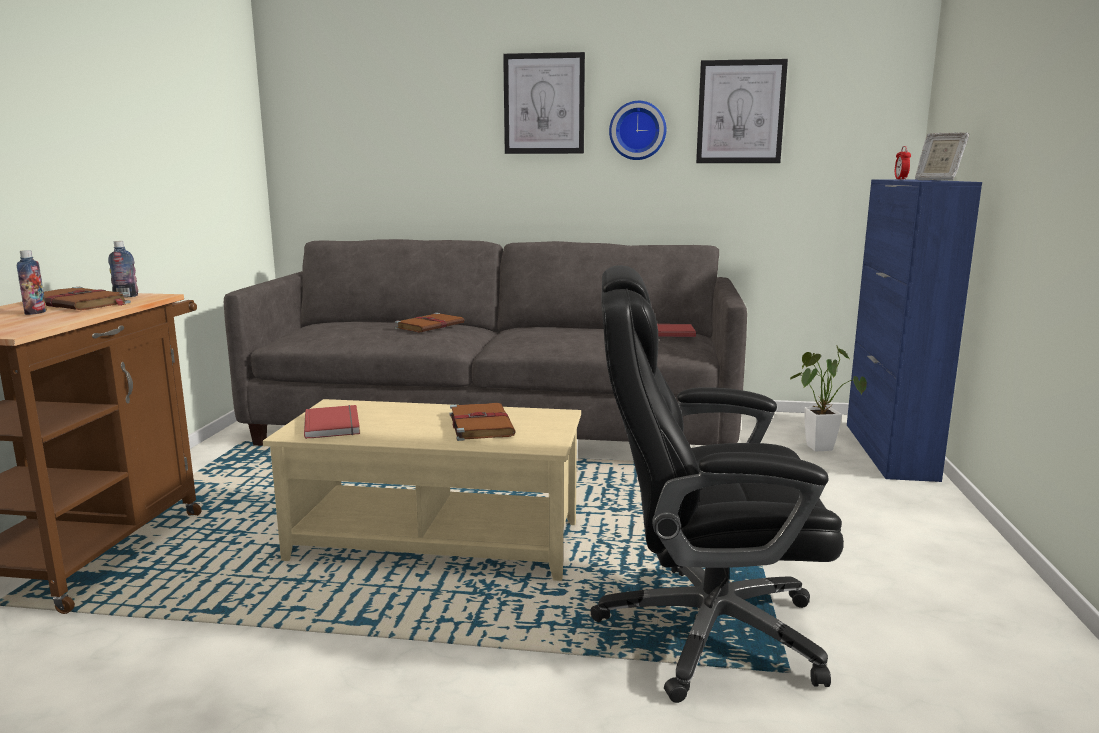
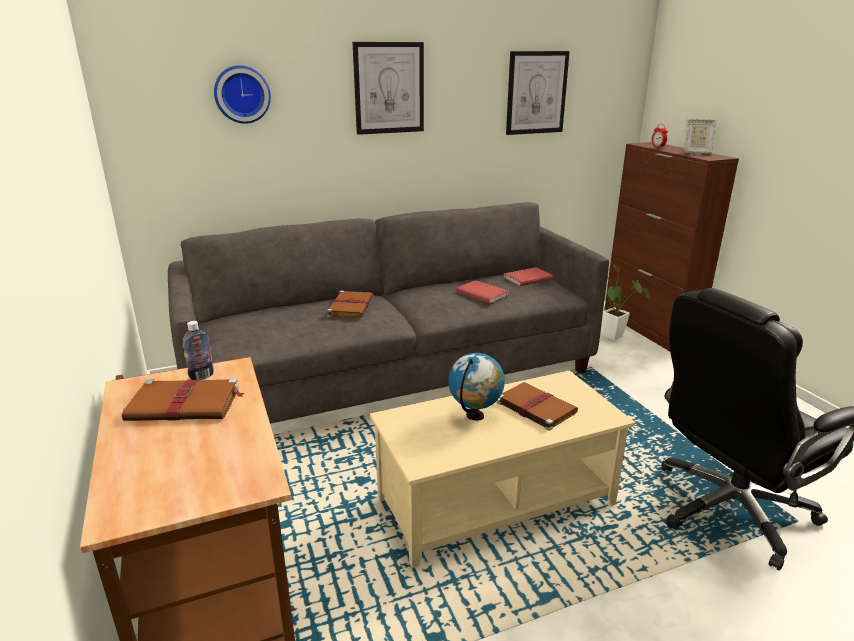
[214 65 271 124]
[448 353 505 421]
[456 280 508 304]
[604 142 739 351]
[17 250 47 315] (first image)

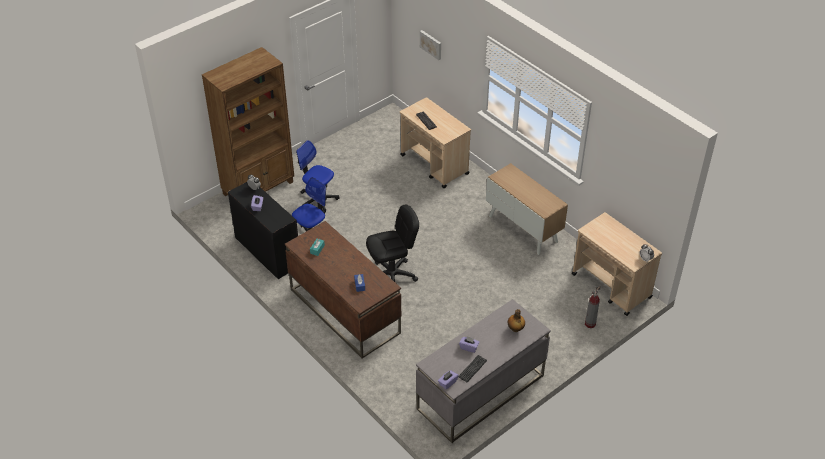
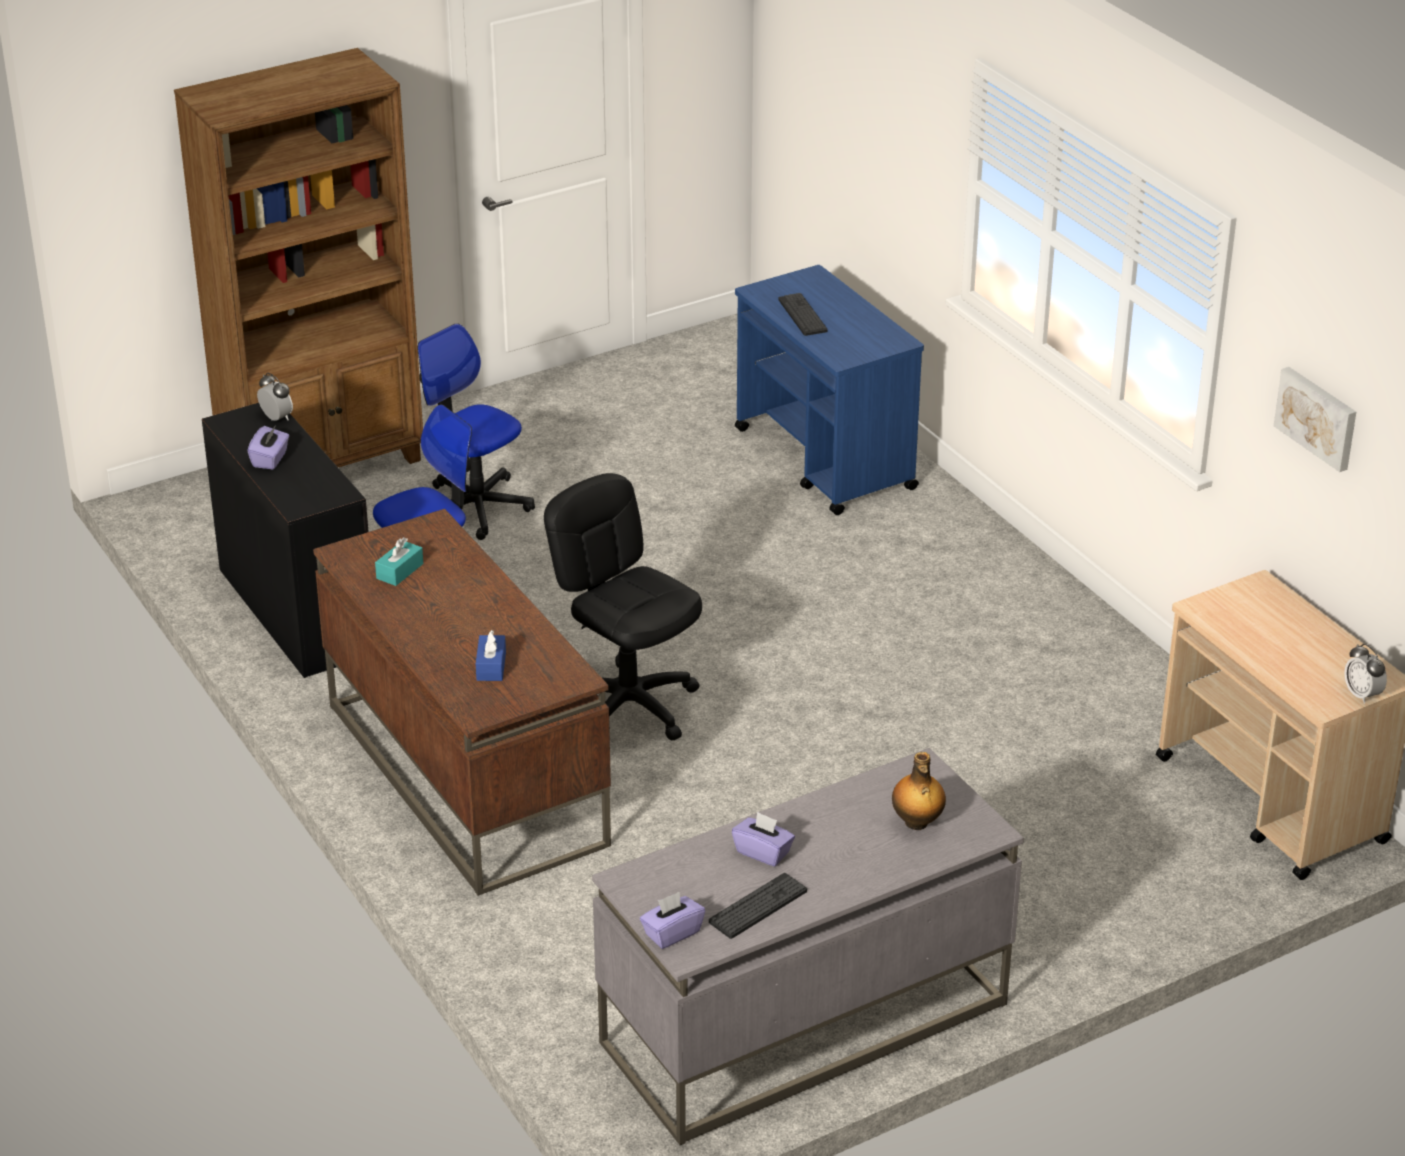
[544 473 702 740]
[735 265 924 515]
[1274 367 1356 472]
[486 163 568 255] (first image)
[585 286 601 328] (first image)

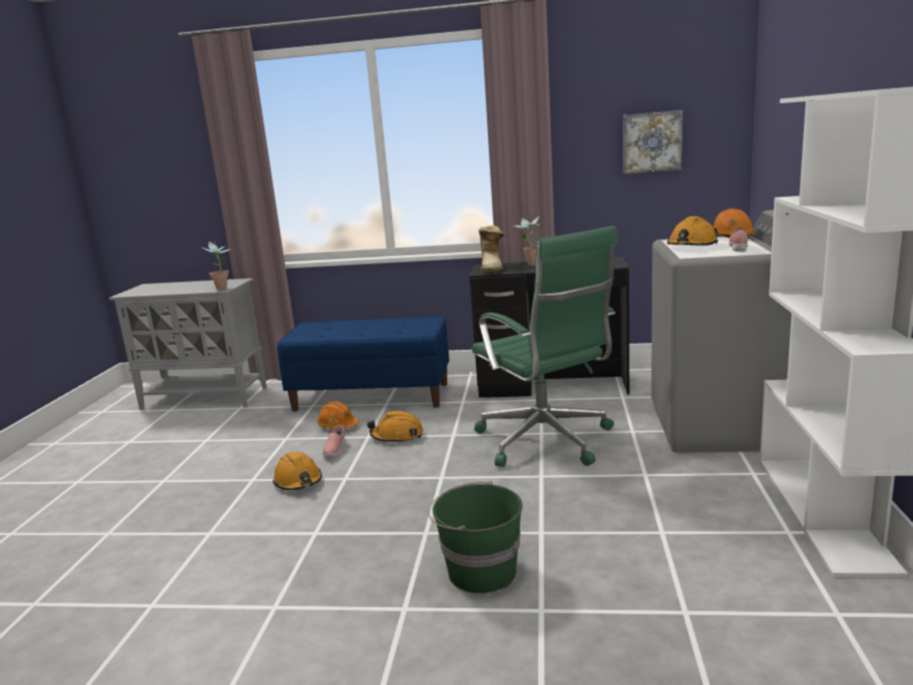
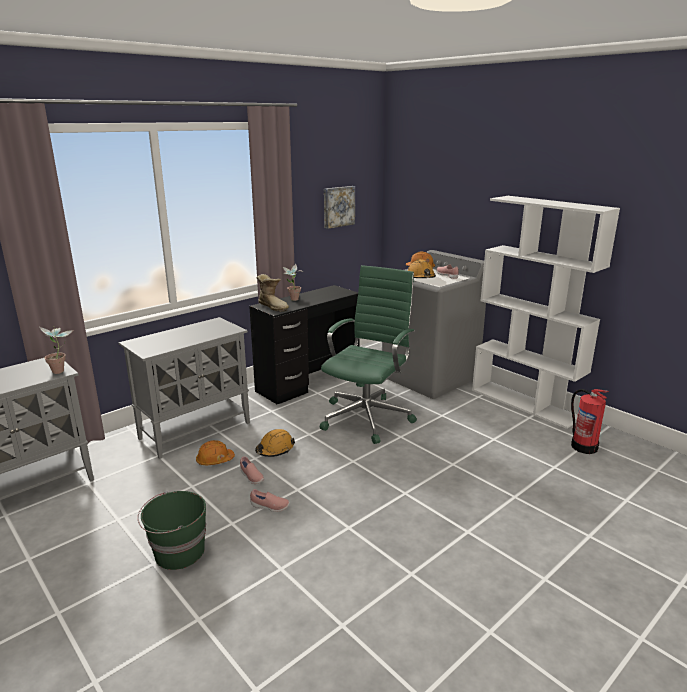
[119 317 250 459]
[138 491 206 570]
[250 489 290 512]
[320 265 417 444]
[571 389 608 454]

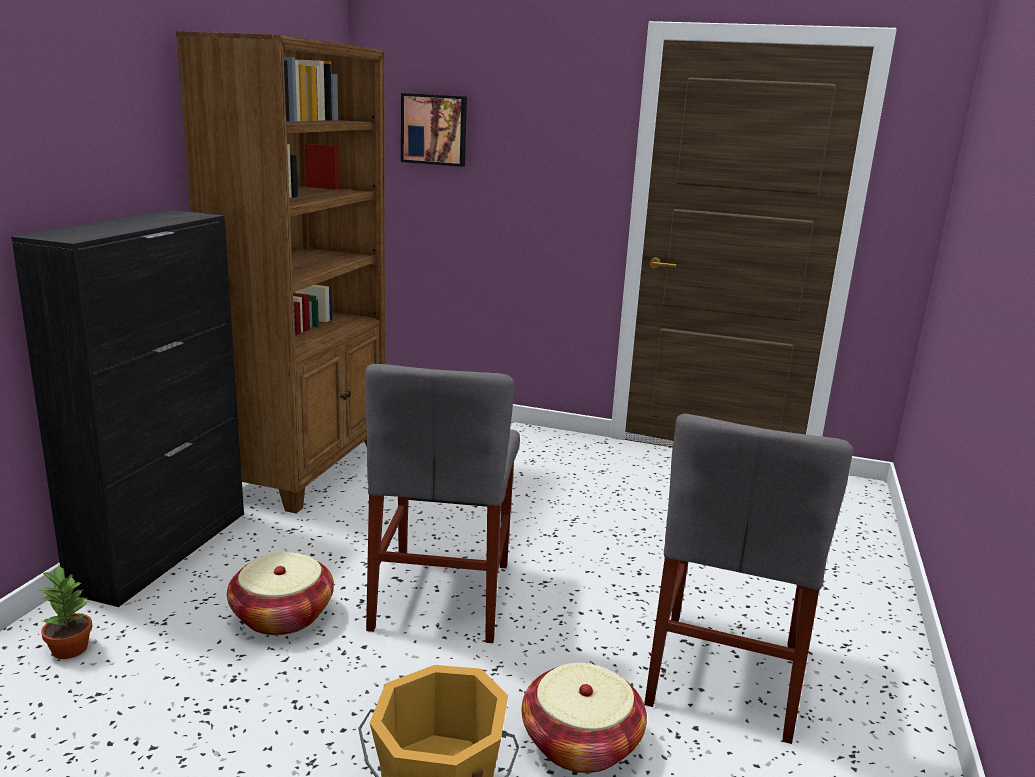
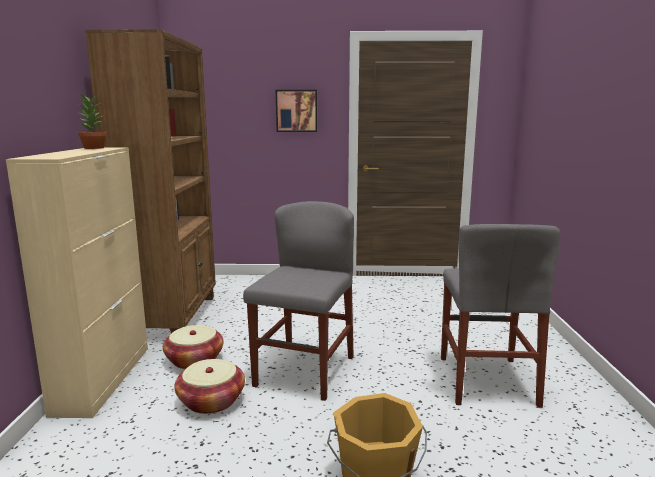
[6 147 148 418]
[78 93 107 149]
[163 325 224 369]
[243 201 354 401]
[276 90 317 132]

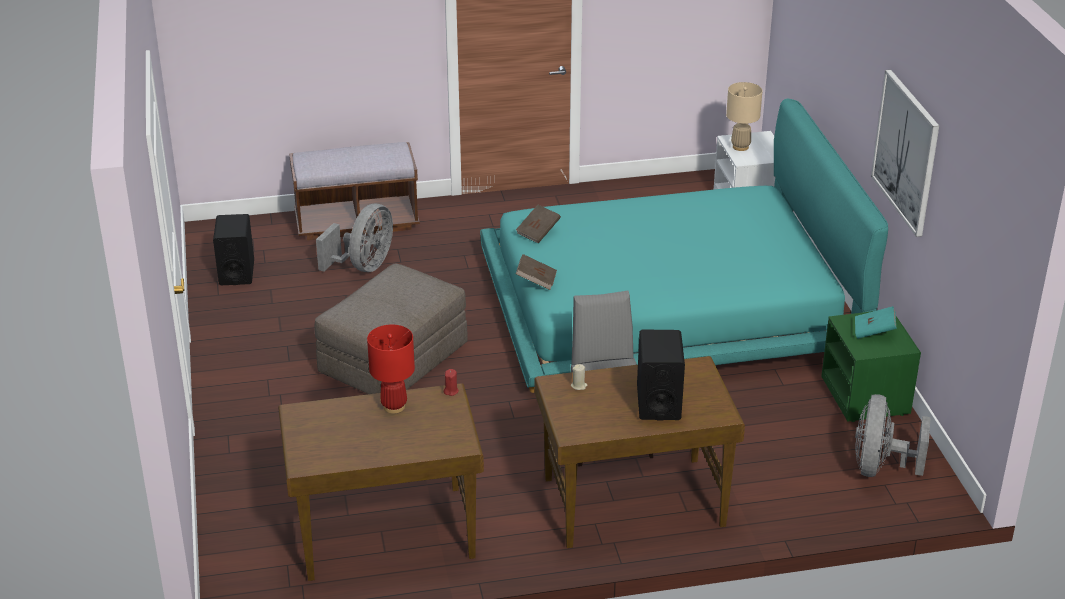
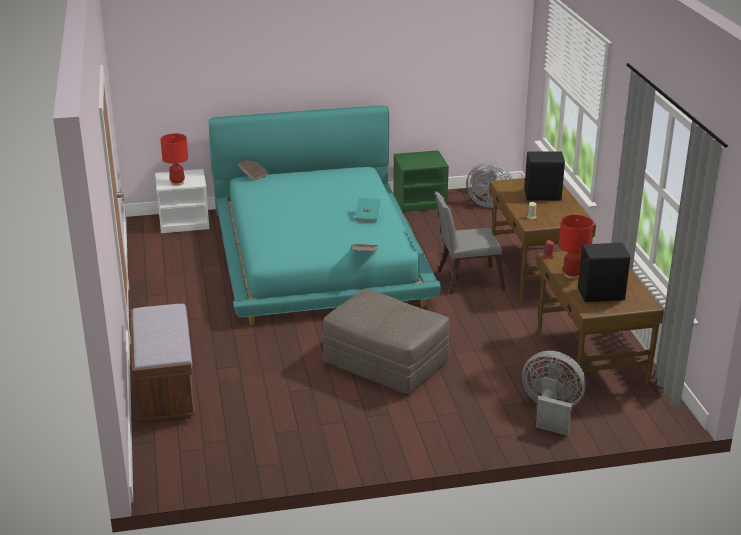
[160 133 188 186]
[237 160 269 181]
[355 198 380 222]
[522 351 586 436]
[578 243 630 302]
[871 70 939 237] (first image)

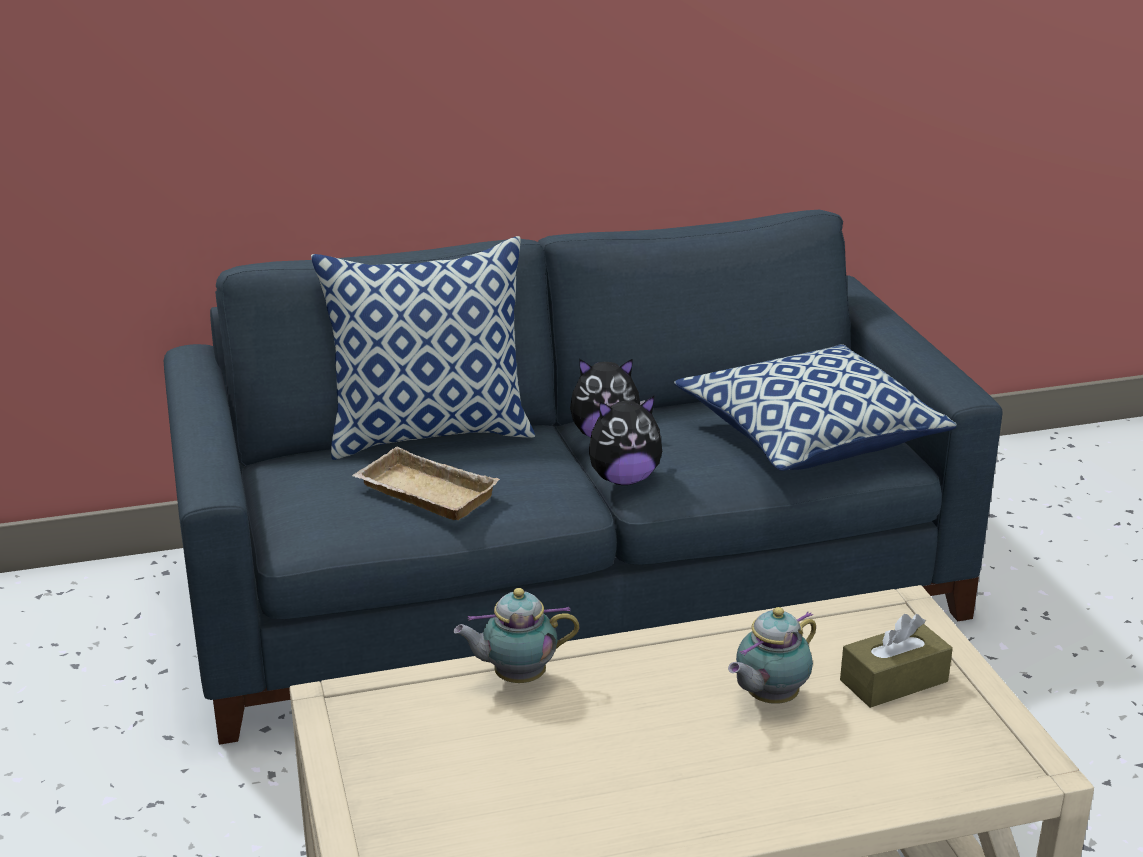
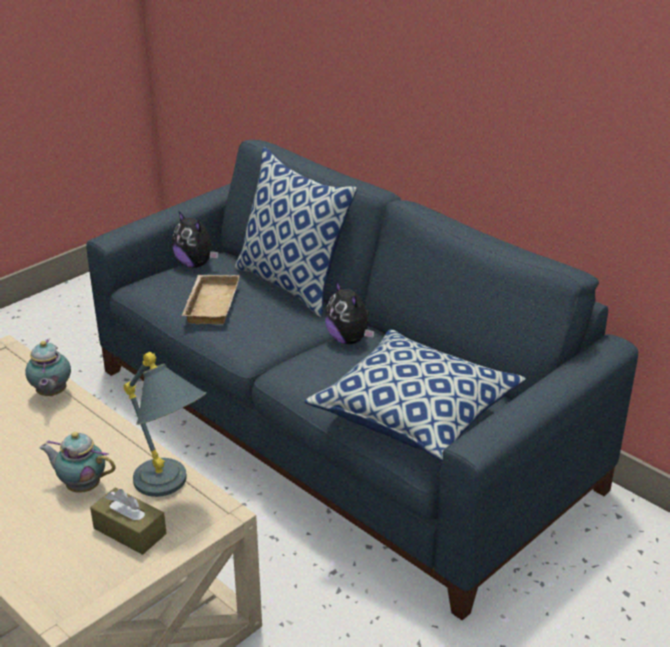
[25 339 71 396]
[123 352 206 497]
[172 211 218 268]

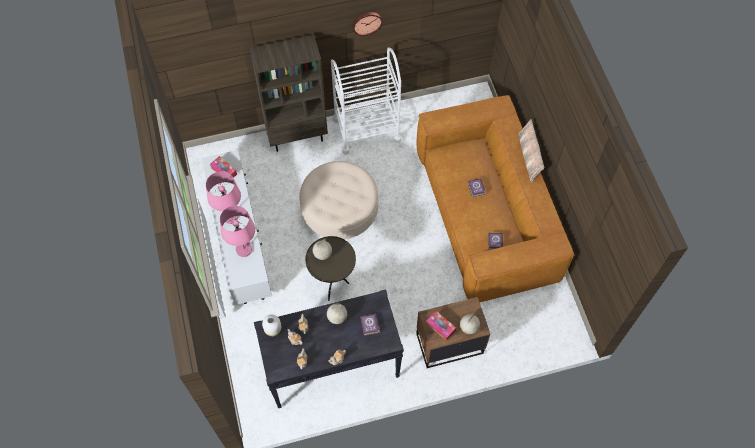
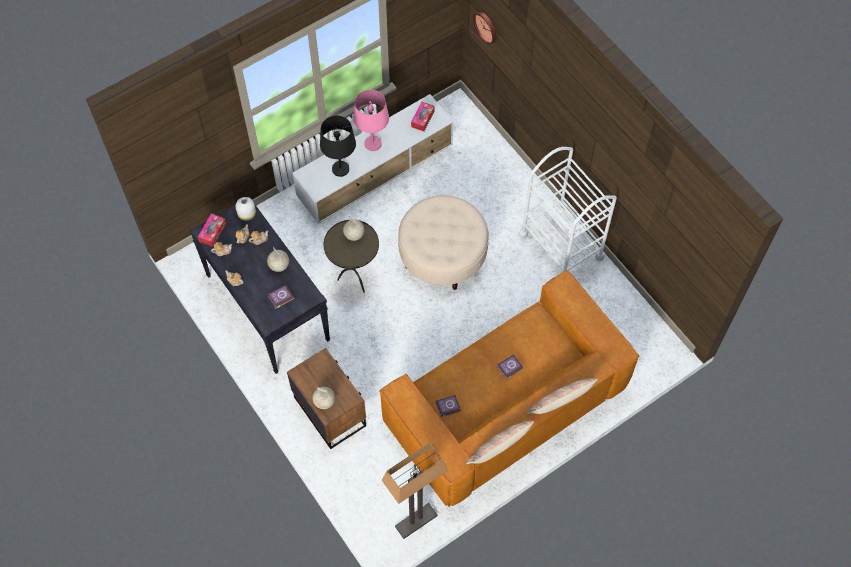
[198 213 226 247]
[320 116 356 177]
[382 442 448 539]
[466 421 535 464]
[473 12 497 44]
[249 35 328 152] (first image)

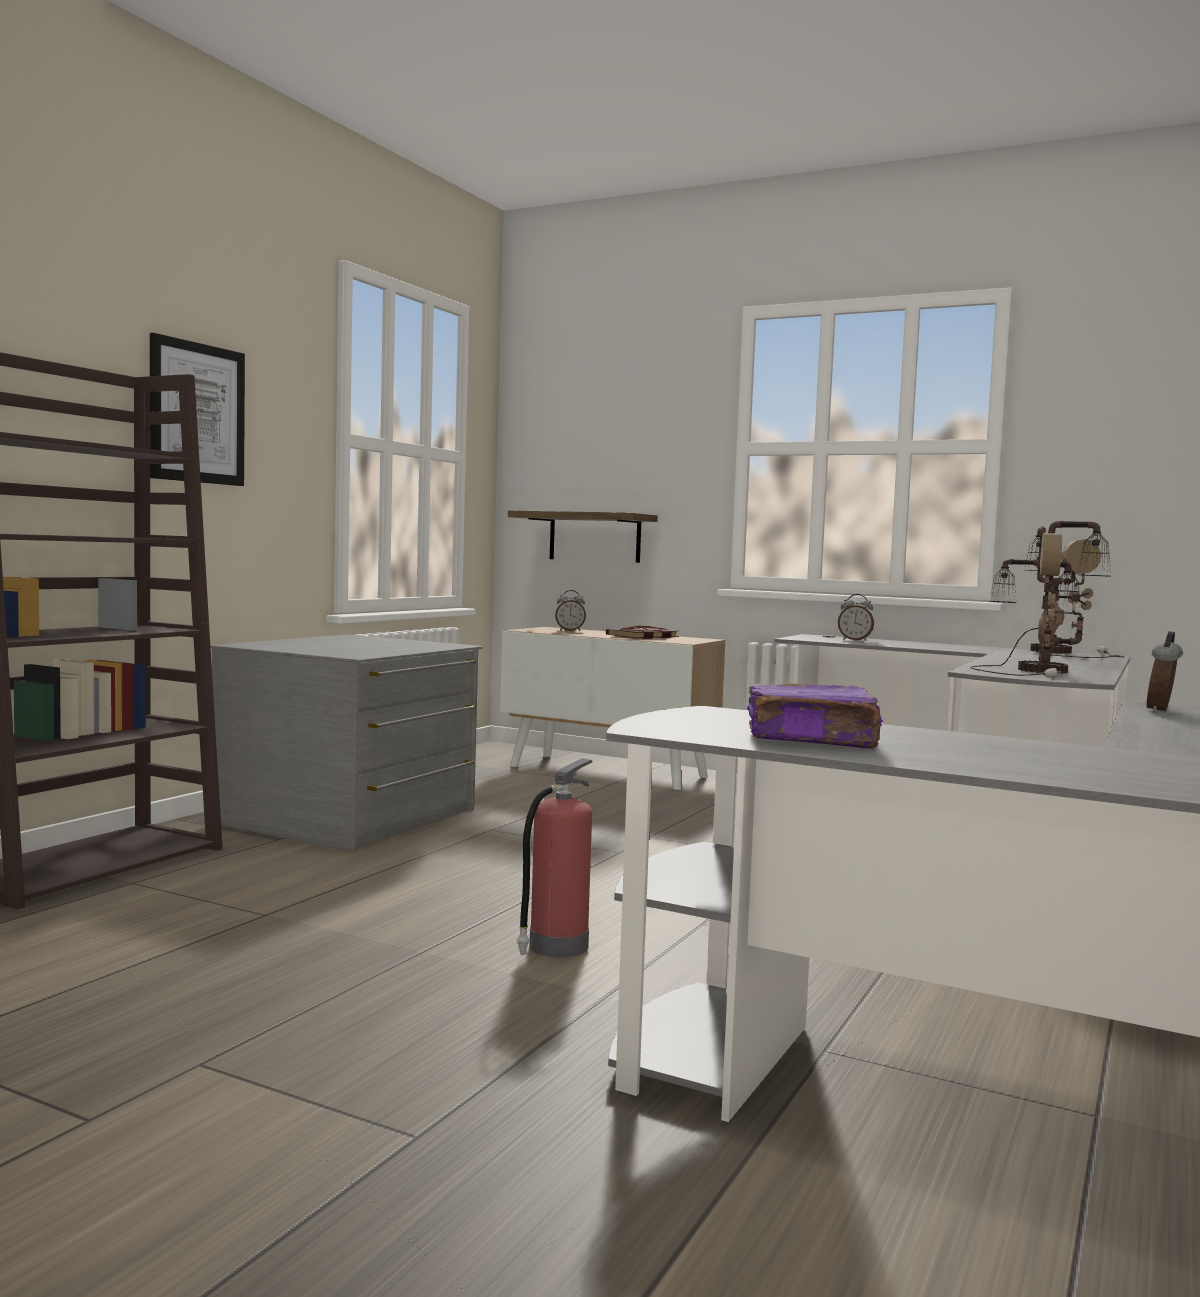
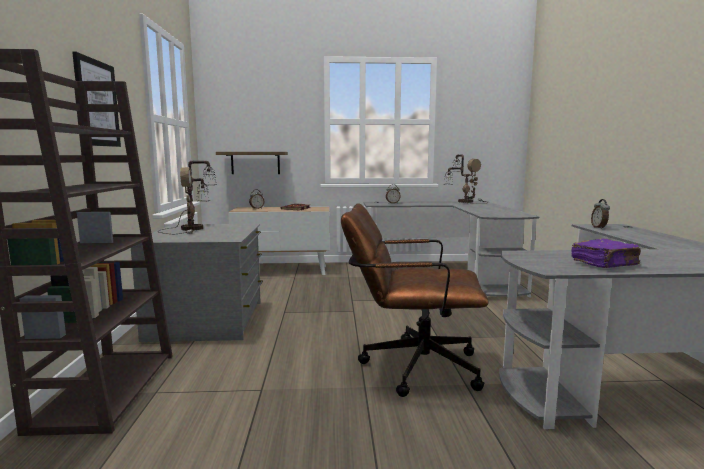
[159 161 217 234]
[341 203 489 397]

